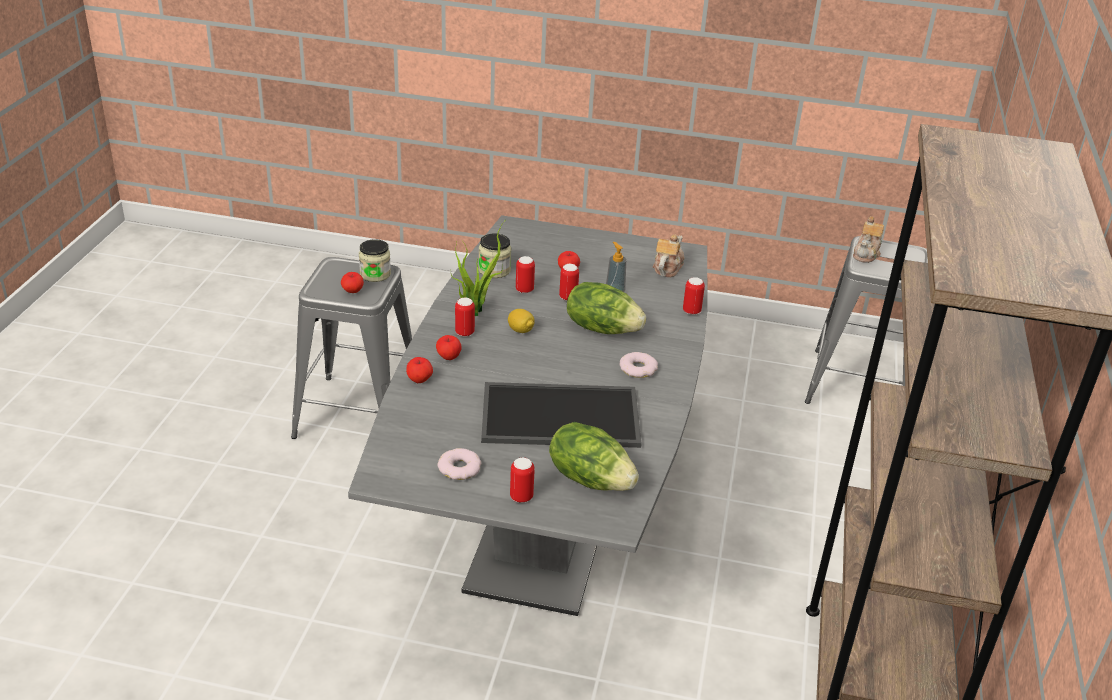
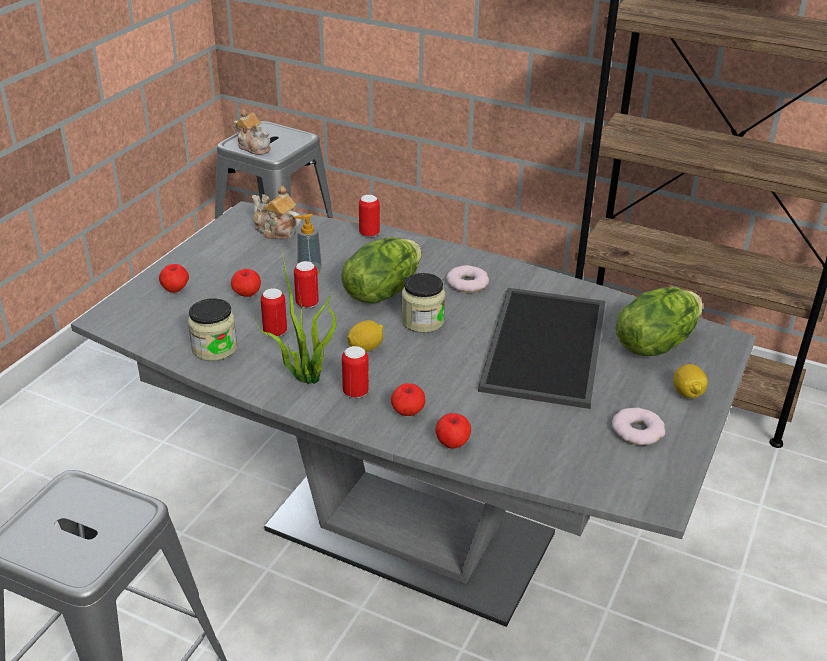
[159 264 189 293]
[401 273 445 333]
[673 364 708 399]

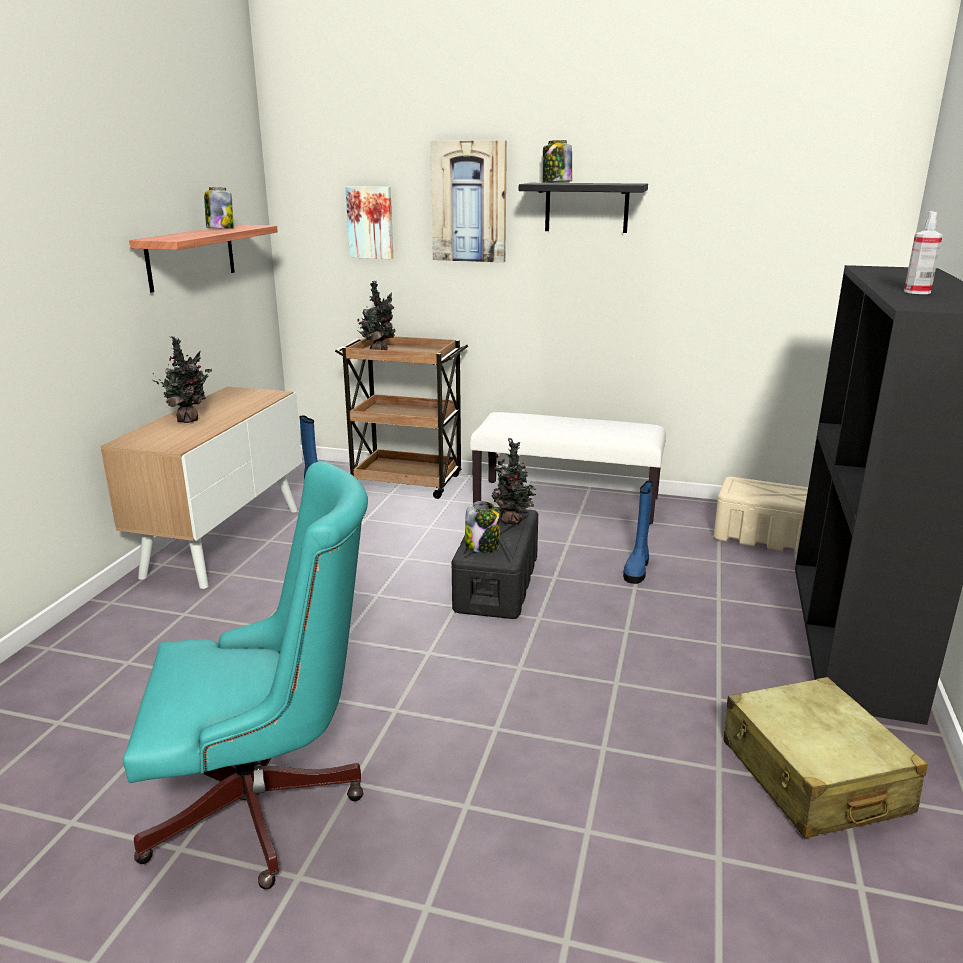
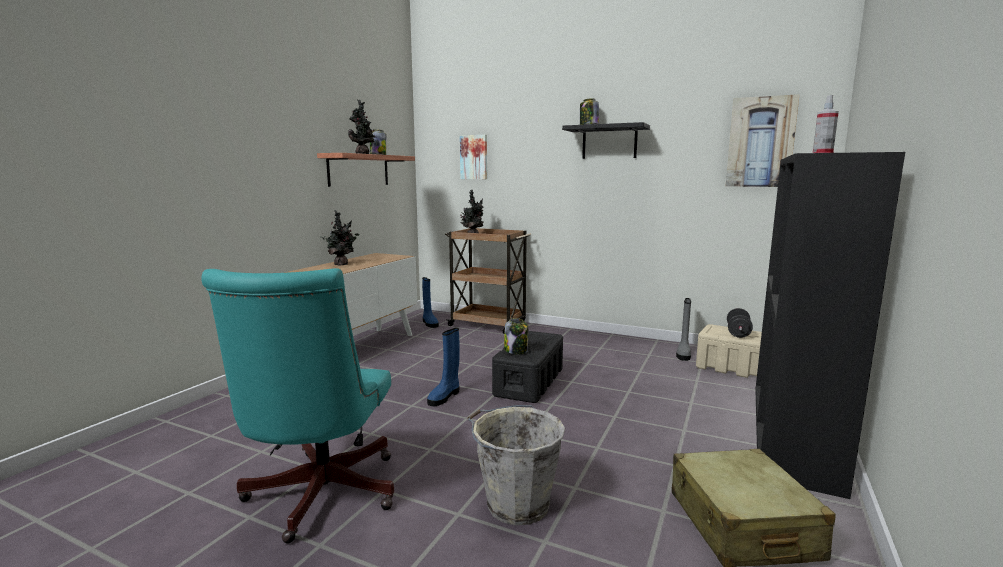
[201 268 394 543]
[348 100 376 154]
[427 328 460 406]
[467 405 565 525]
[676 298 691 361]
[726 94 800 187]
[727 308 753 338]
[470 412 666 524] (first image)

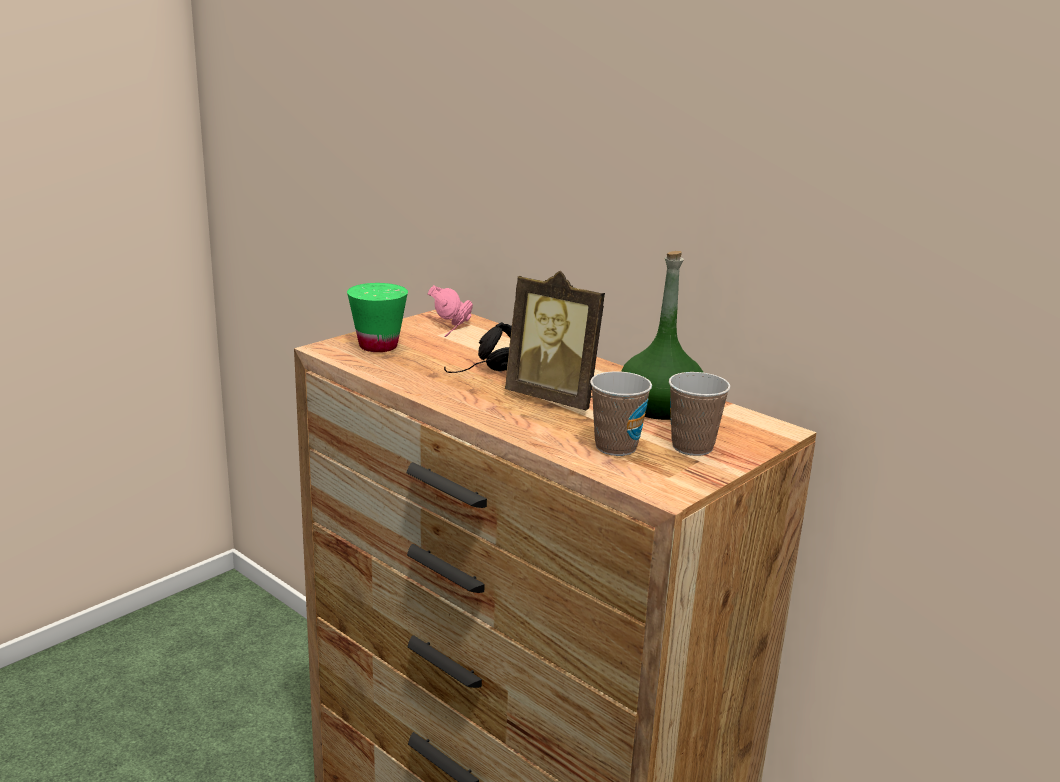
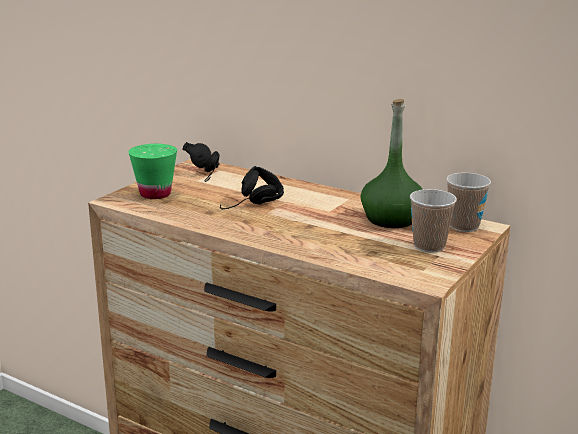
[182 142 220 182]
[446 172 491 232]
[505 271 605 410] (first image)

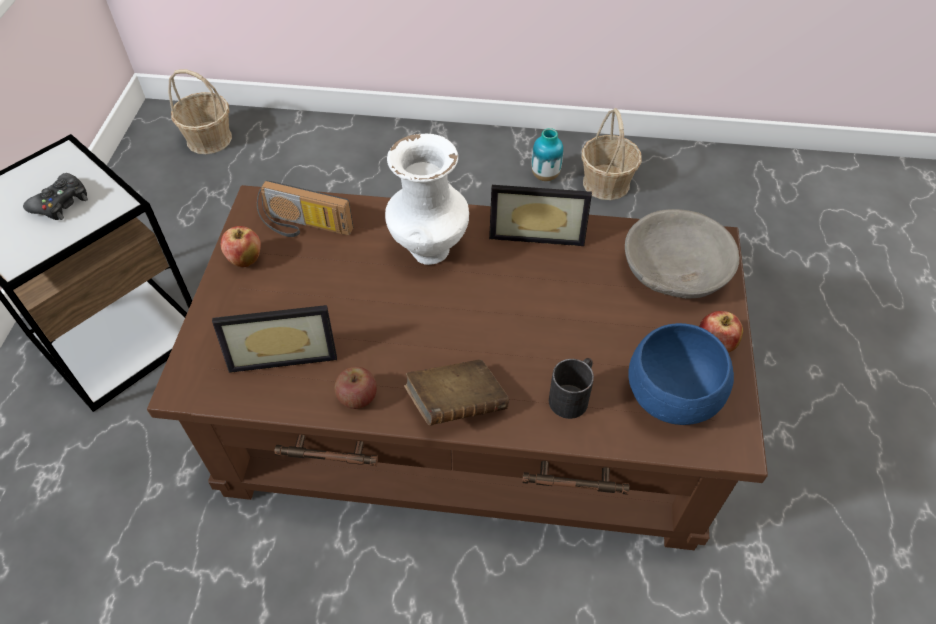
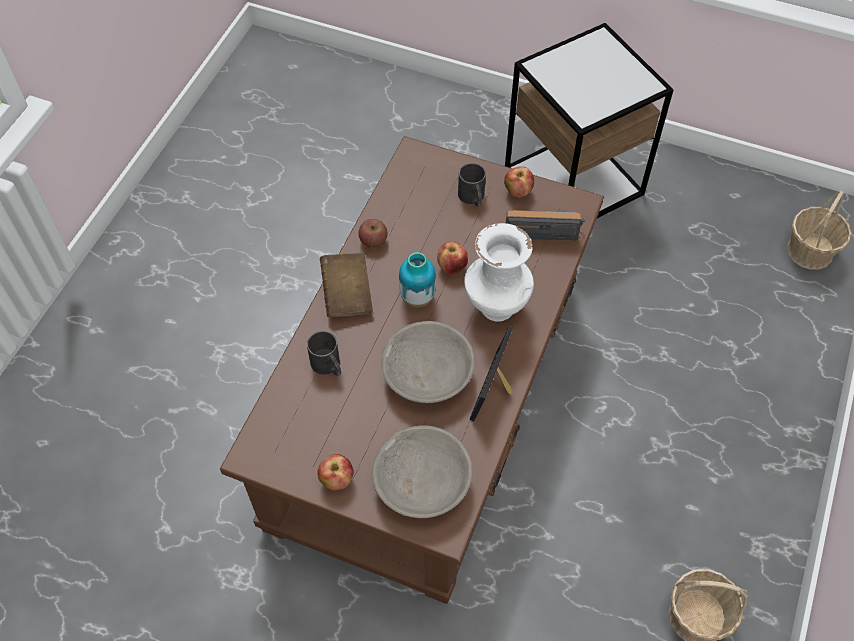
[382 321 475 403]
[399 252 436 308]
[437 241 468 274]
[458 163 486 207]
[506 210 586 241]
[23 173 88 220] (first image)
[212 305 337 373] (first image)
[628 323 734 425] (first image)

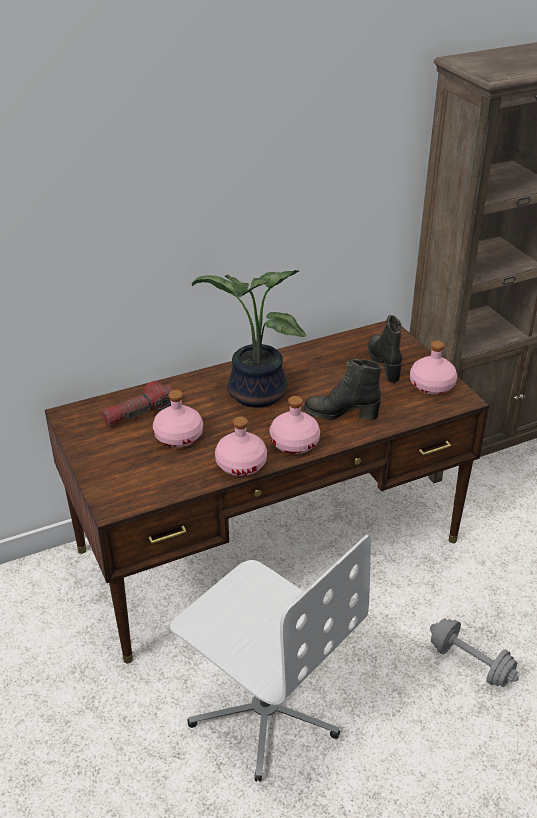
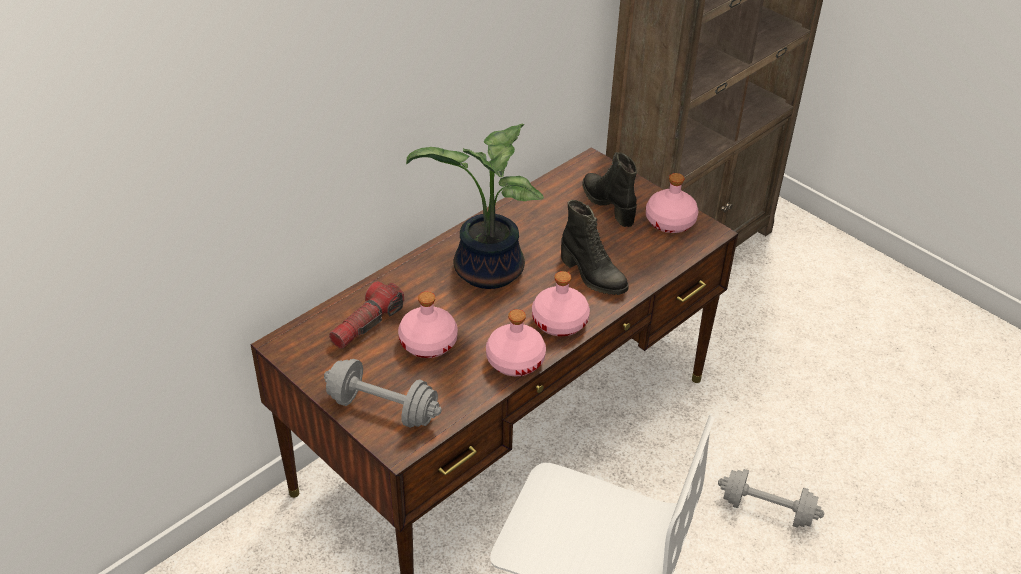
[324 359 442 428]
[561 200 629 295]

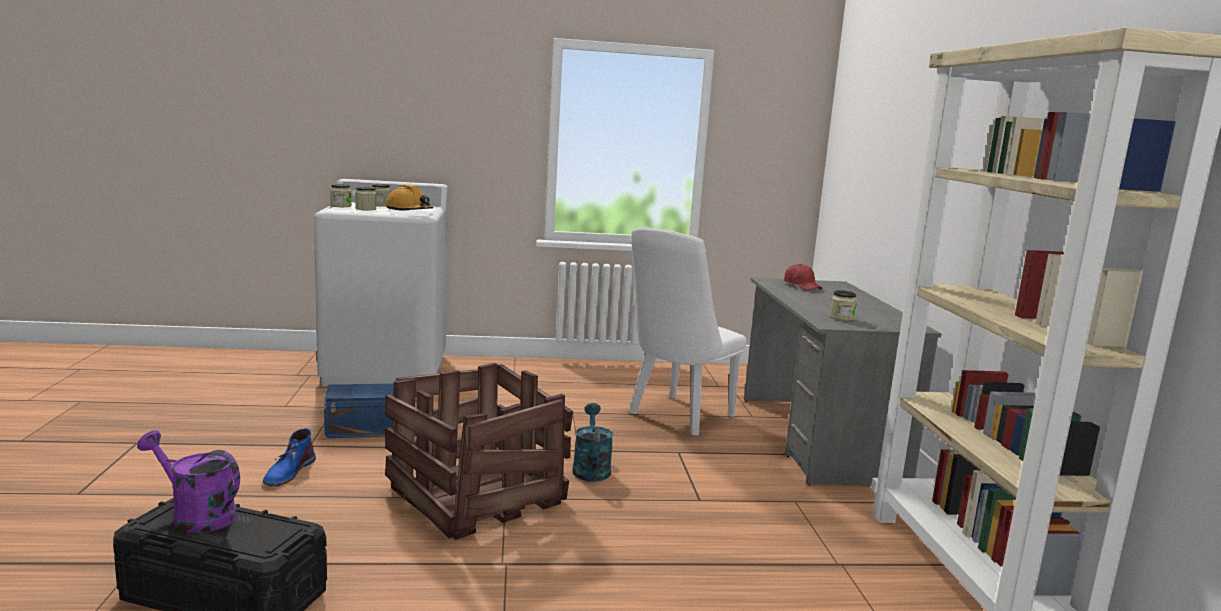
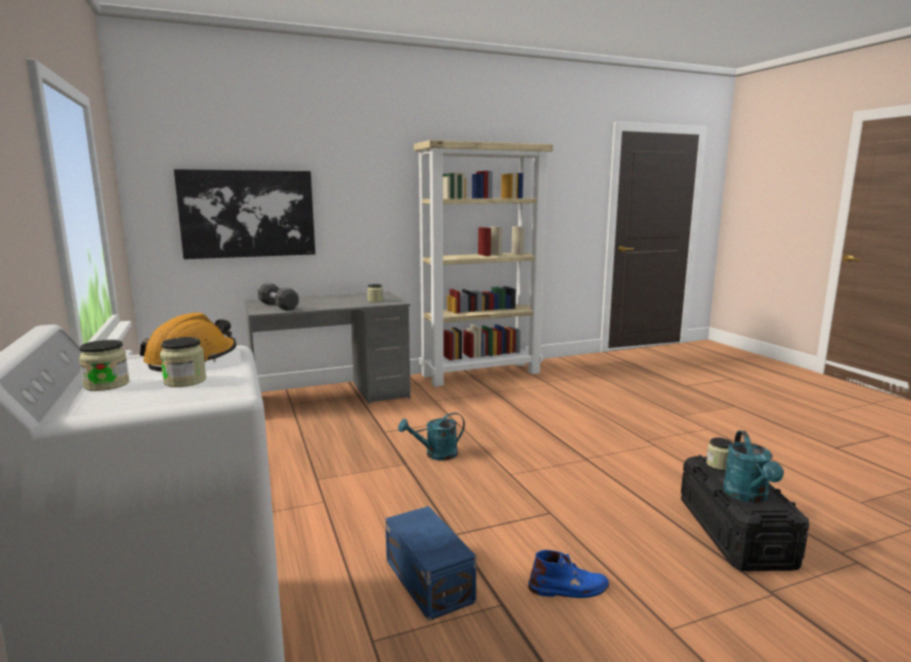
[174 169 315 259]
[258 283 299 311]
[706 437 733 470]
[723 431 784 503]
[385 363 573 540] (first image)
[629 227 747 435] (first image)

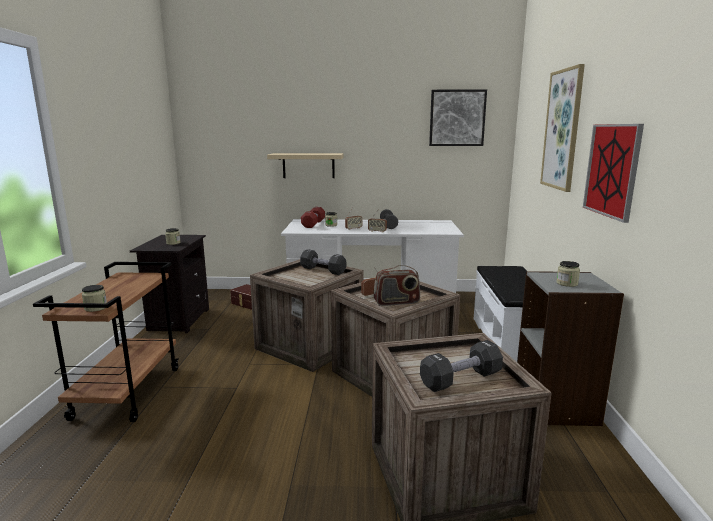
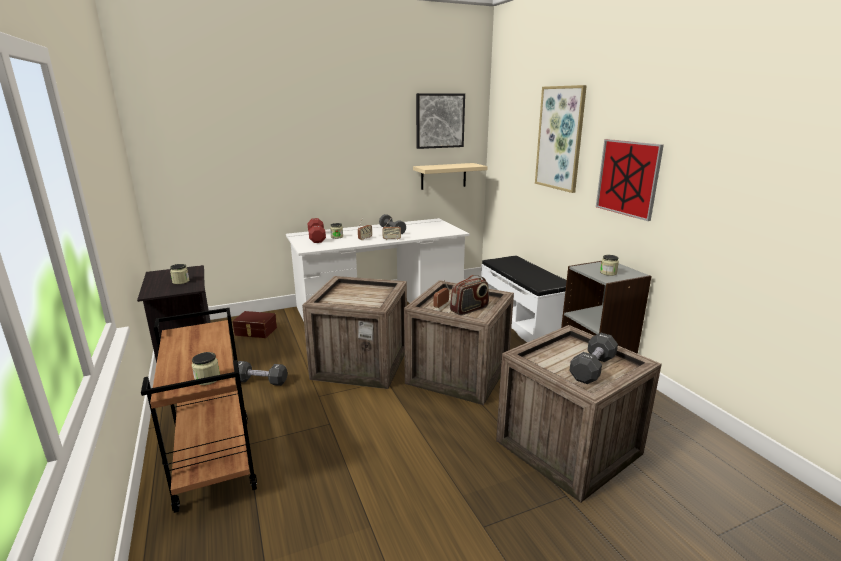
[235 361 288 386]
[413 163 488 190]

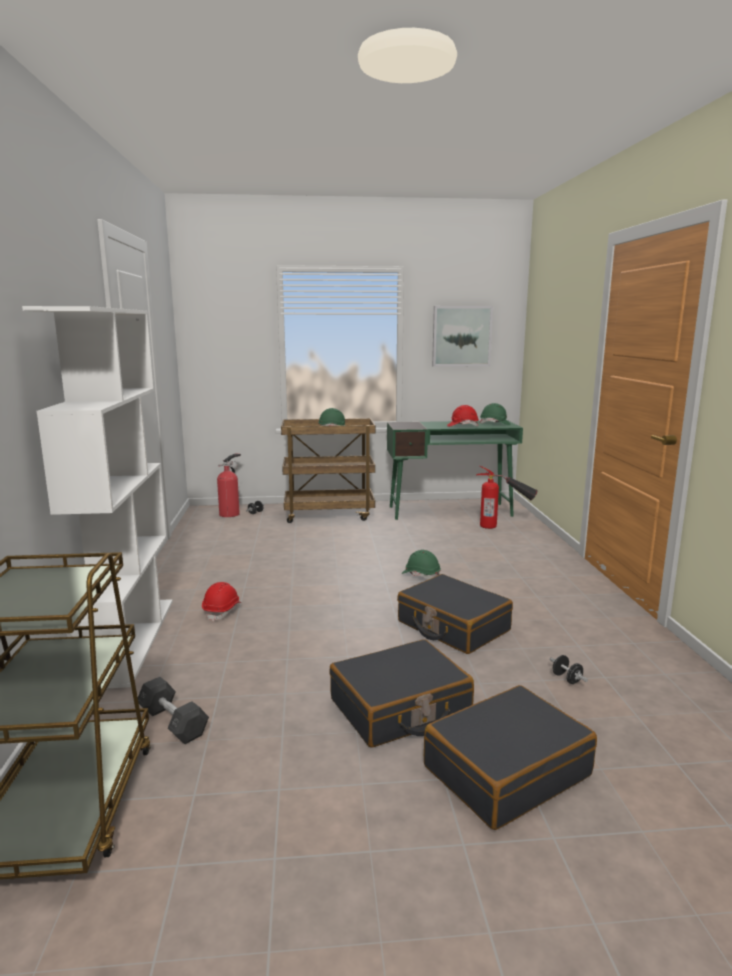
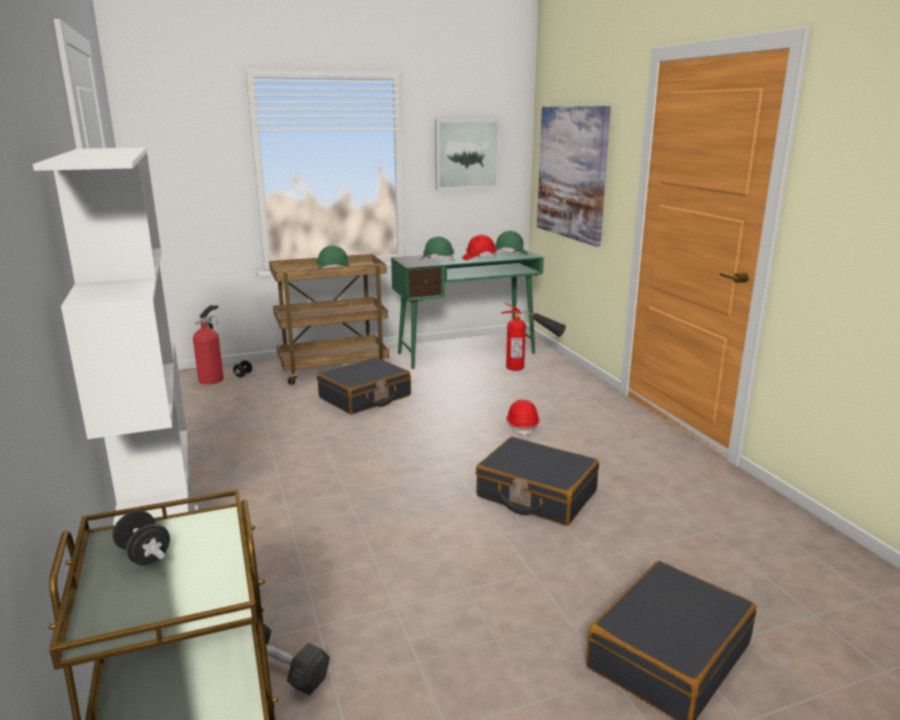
[112 510 170 565]
[317 357 411 414]
[420 236 455 262]
[506 400 540 437]
[537 106 611 247]

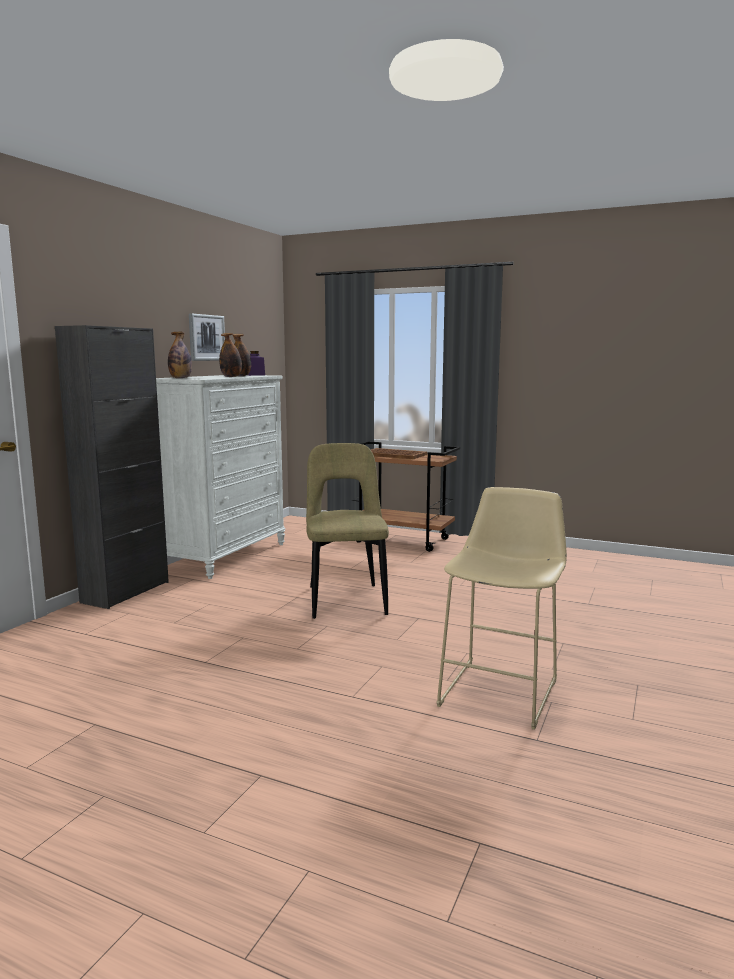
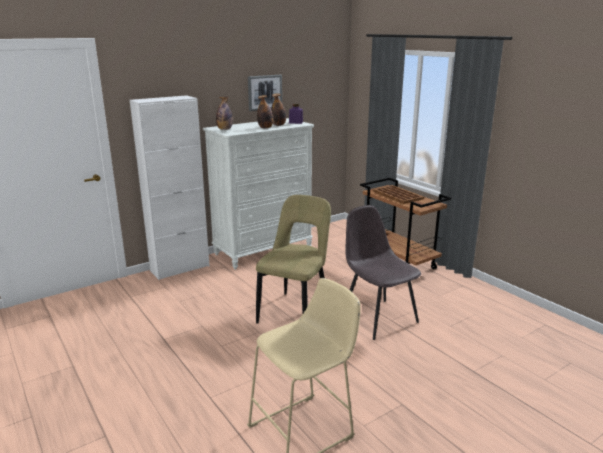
[130 95 210 280]
[345 205 421 340]

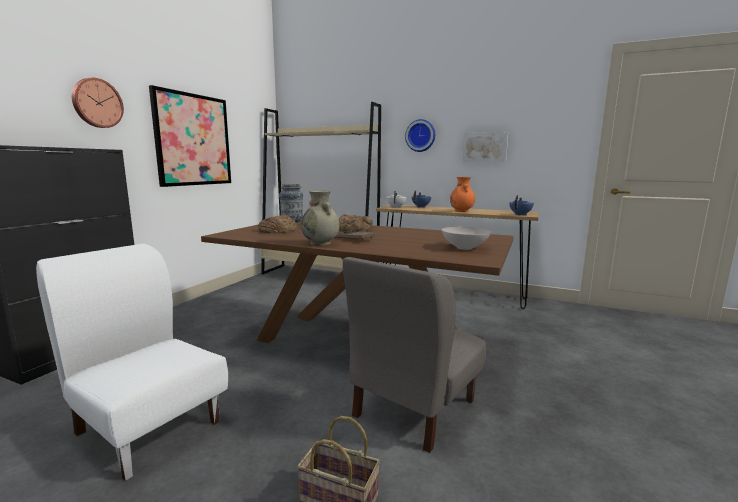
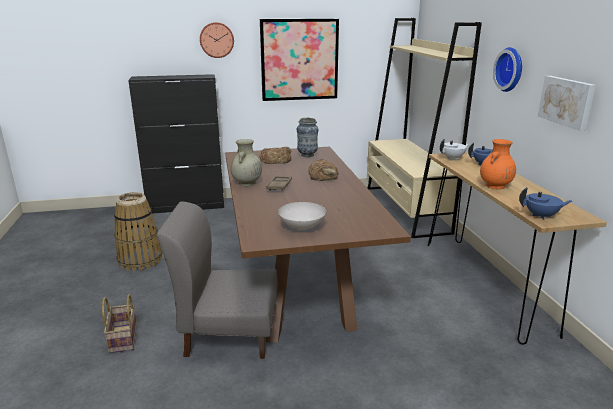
[114 192 162 271]

